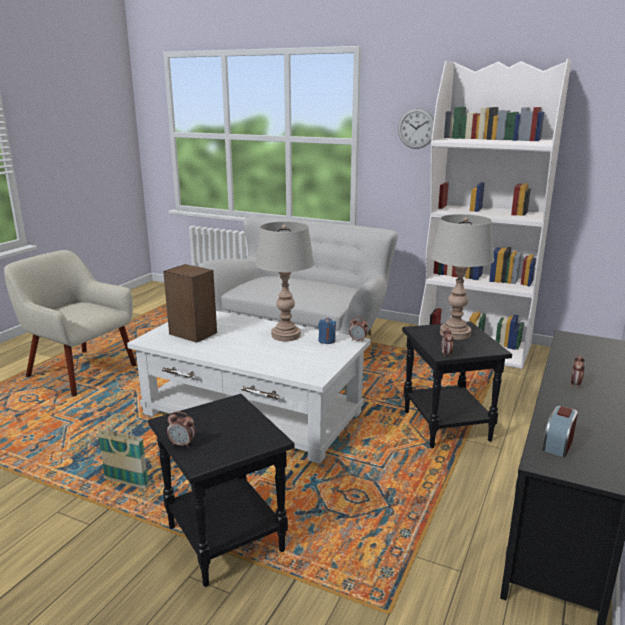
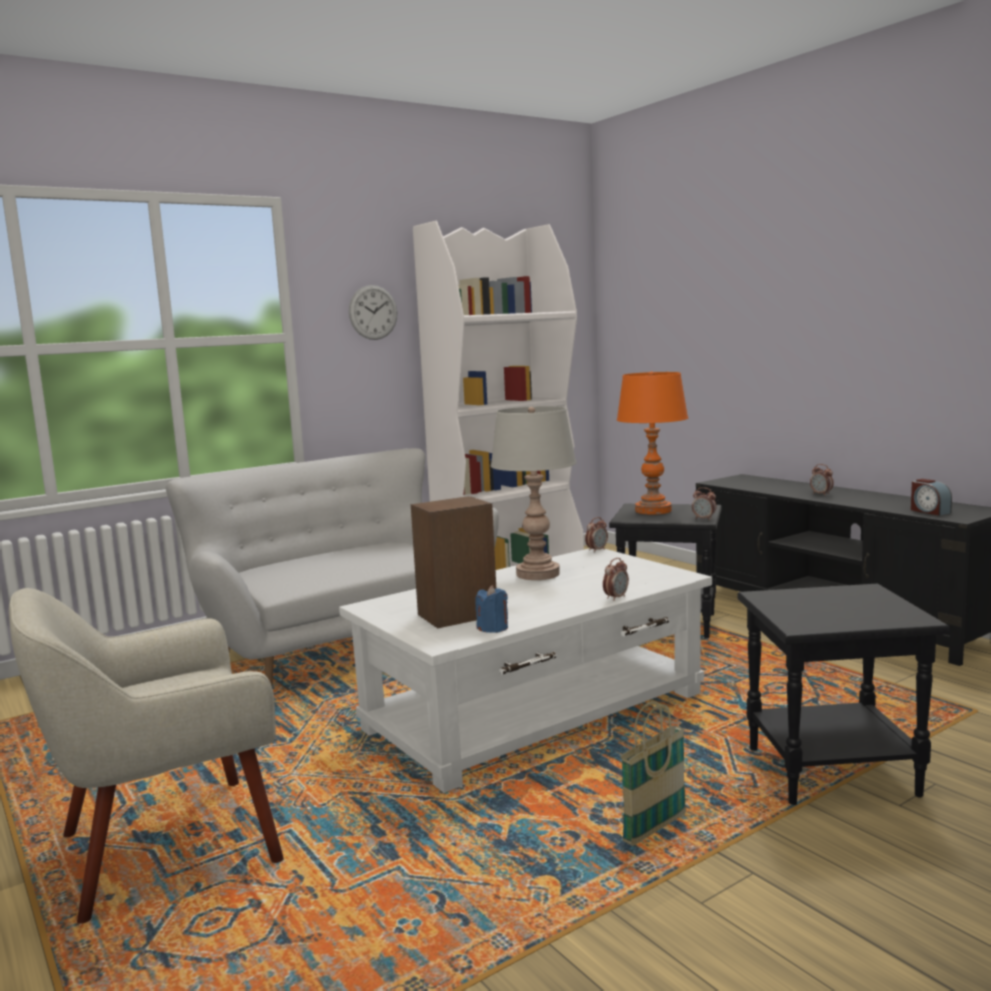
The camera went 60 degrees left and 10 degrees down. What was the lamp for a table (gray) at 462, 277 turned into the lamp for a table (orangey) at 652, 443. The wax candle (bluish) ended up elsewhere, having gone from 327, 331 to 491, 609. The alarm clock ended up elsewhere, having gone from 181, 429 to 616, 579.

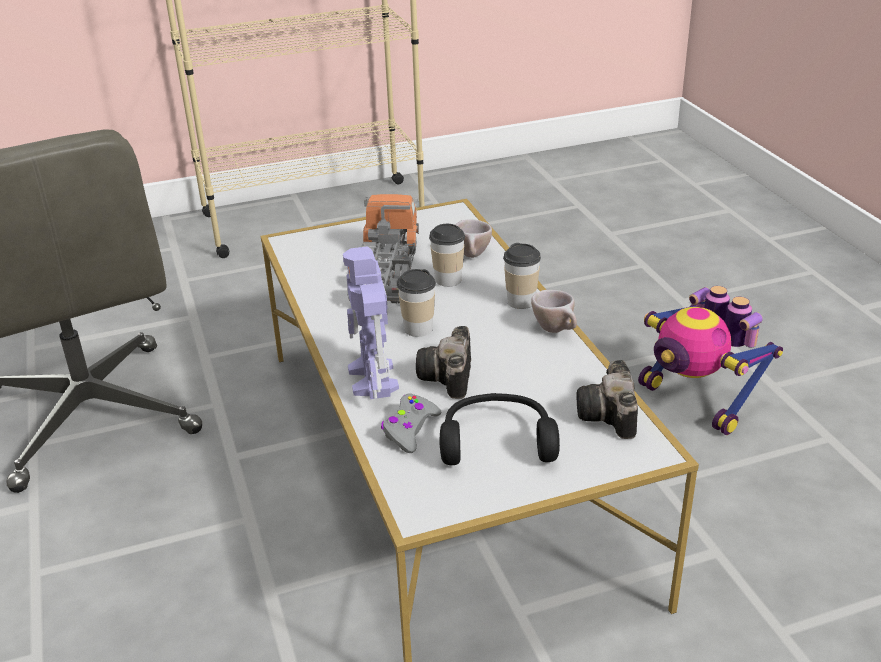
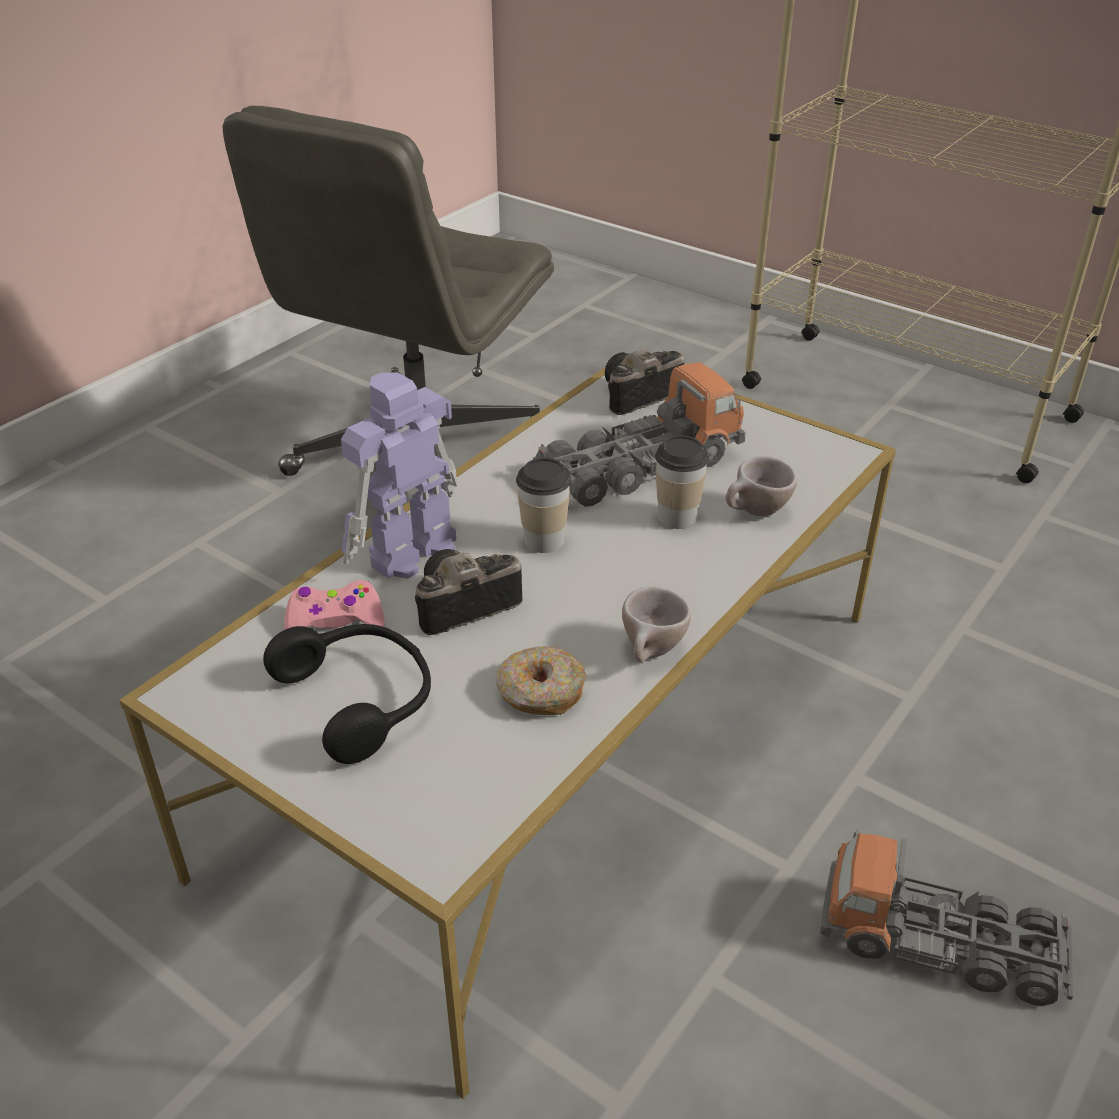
The camera went 55 degrees right and 5 degrees up. The second view lost the small cup at 522, 276. Where the model robot stood at 710, 360, the toy lorry came to stand at 946, 917. The still camera ended up elsewhere, having gone from 607, 399 to 645, 382. What was the joypad (gray) at 411, 423 turned into the joypad (pink-coloured) at 334, 605. The second view gained the donut at 541, 680.

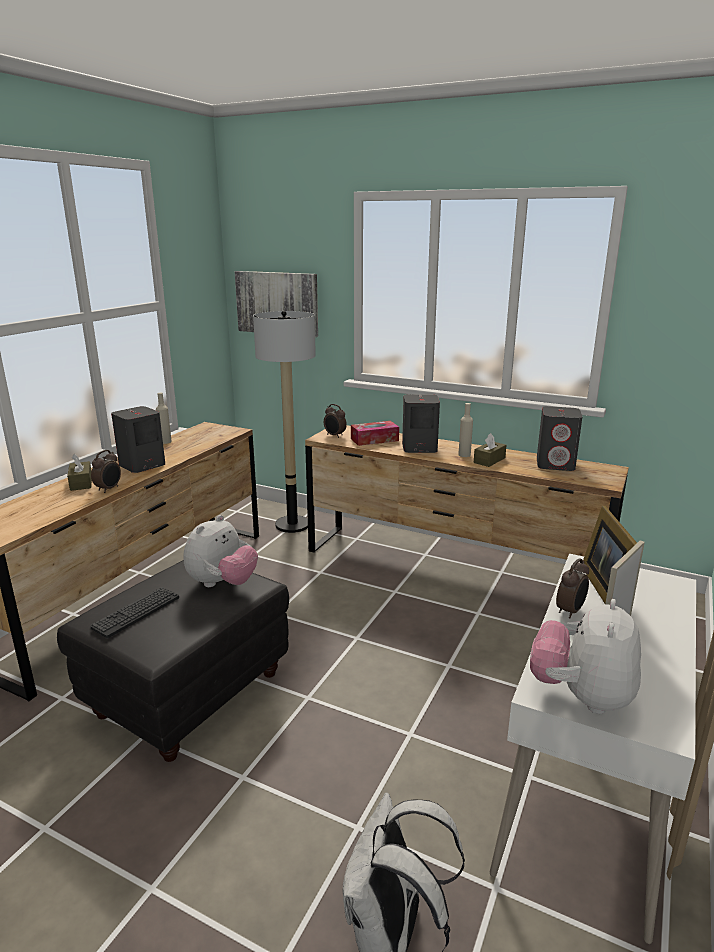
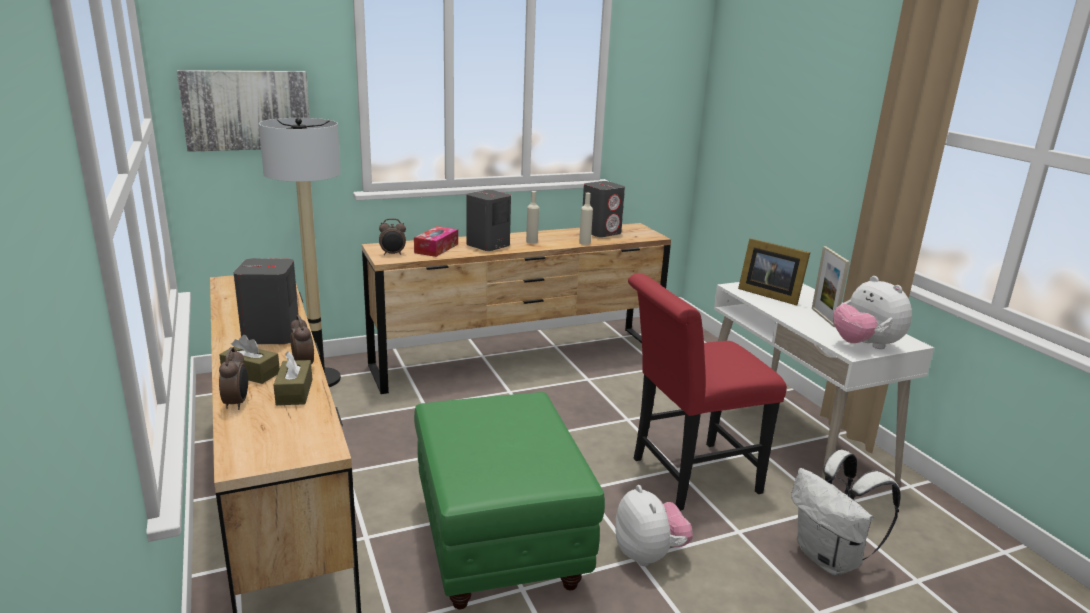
The camera went 50 degrees left and 0 degrees up. The beverage bottle (beige) ended up elsewhere, having gone from 164, 418 to 586, 219. The tissue box (brown) ended up elsewhere, having gone from 490, 450 to 293, 378. The cuddly toy ended up elsewhere, having gone from 220, 551 to 654, 525. The alarm clock ended up elsewhere, having gone from 572, 588 to 233, 378. What was the pouffe (blackish) at 173, 661 turned into the pouffe (green) at 509, 500. The second view lost the computer keyboard at 134, 612. The second view gained the upright chair (reddish) at 707, 392.

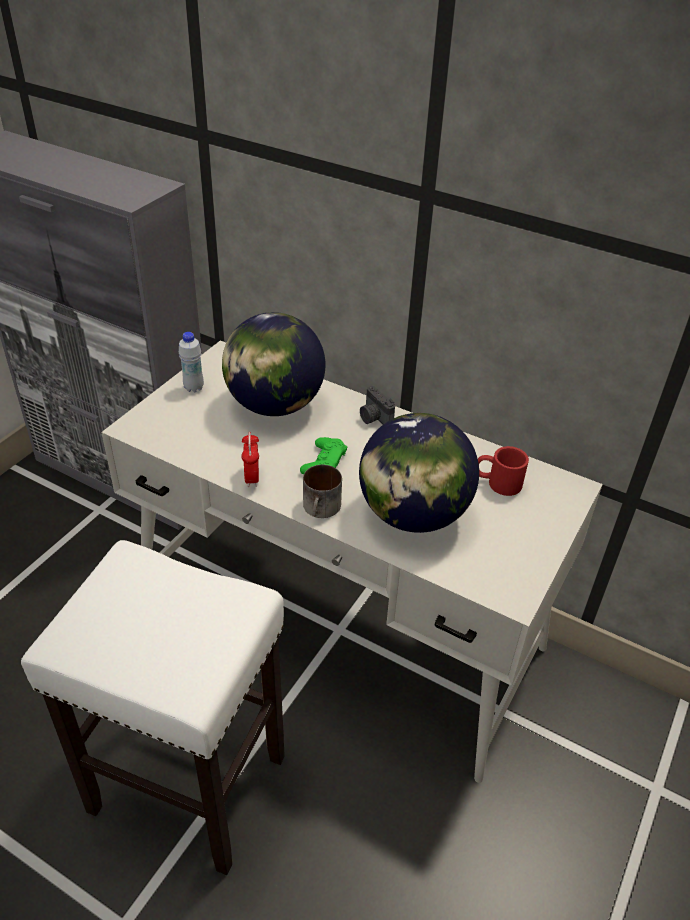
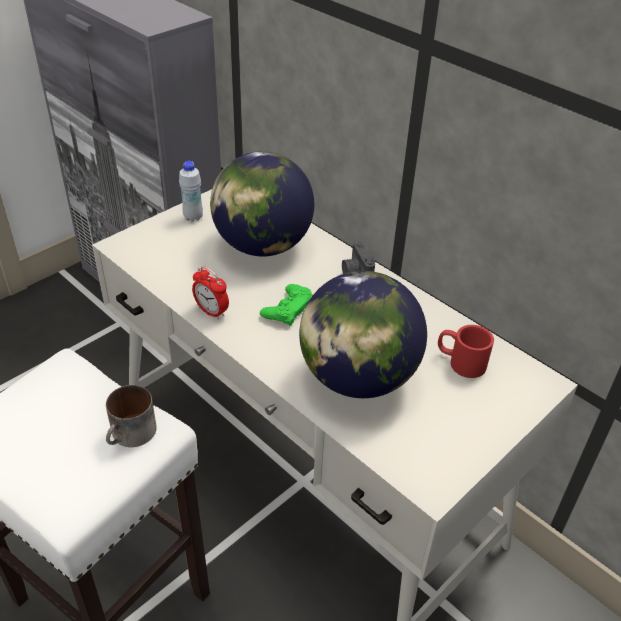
The camera went 15 degrees right and 0 degrees up. The alarm clock at 250, 459 ended up facing another way, 60 degrees counterclockwise from before. The mug ended up elsewhere, having gone from 322, 491 to 131, 416.

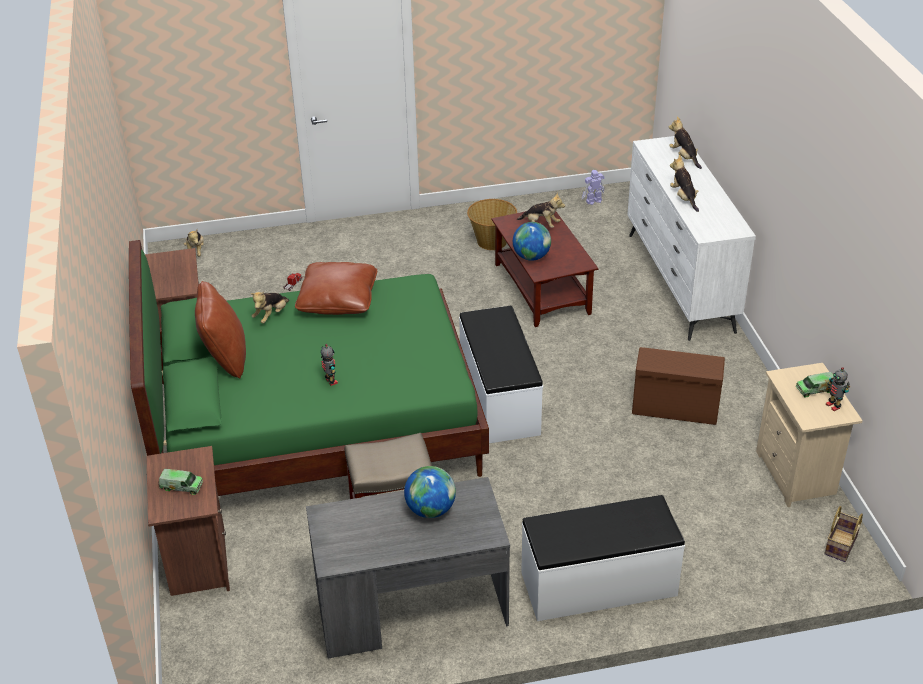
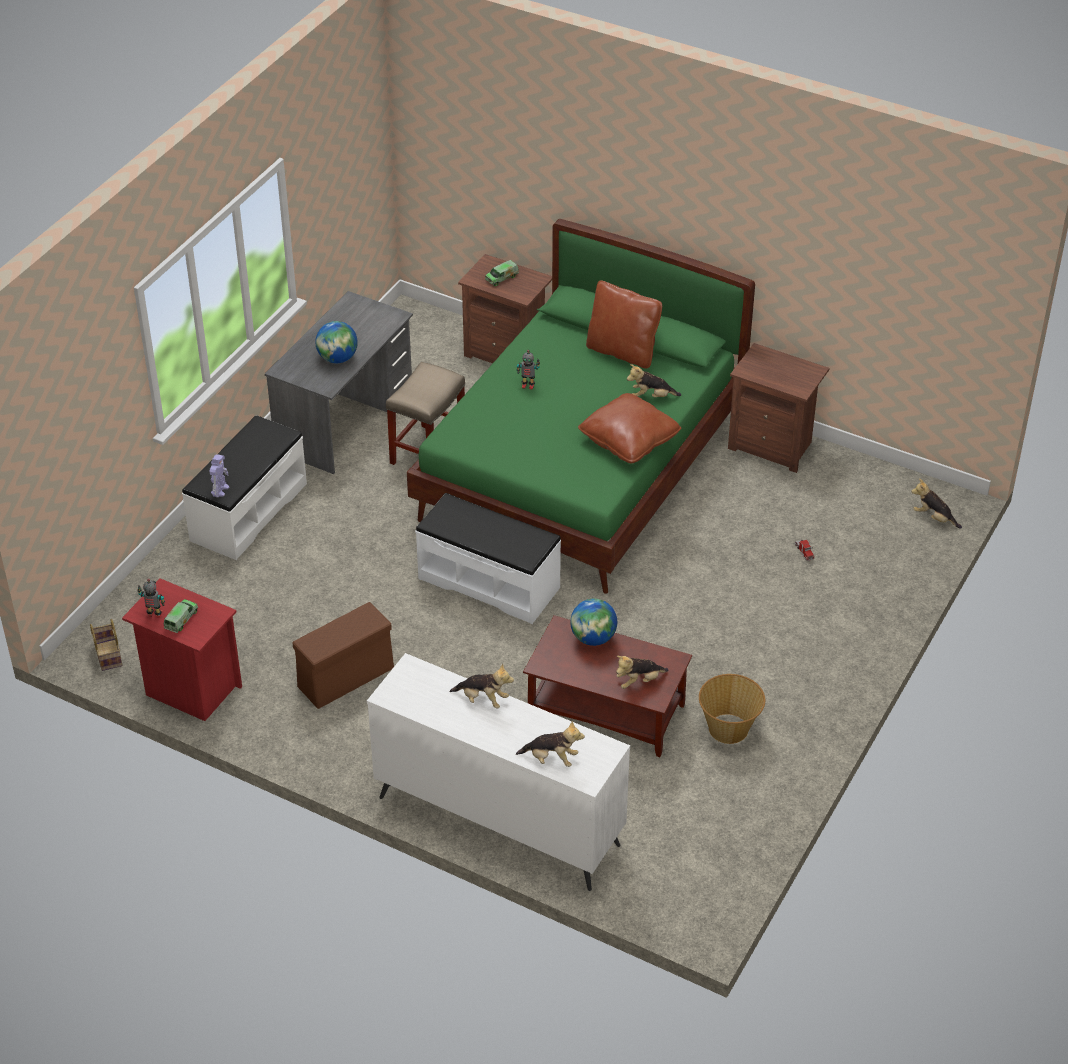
The camera went 130 degrees right and 5 degrees up. The model robot ended up elsewhere, having gone from 593, 187 to 219, 475. The cuddly toy at 270, 307 ended up facing another way, 75 degrees counterclockwise from before. What was the bedside table (beige) at 809, 435 turned into the bedside table (reddish) at 182, 649.

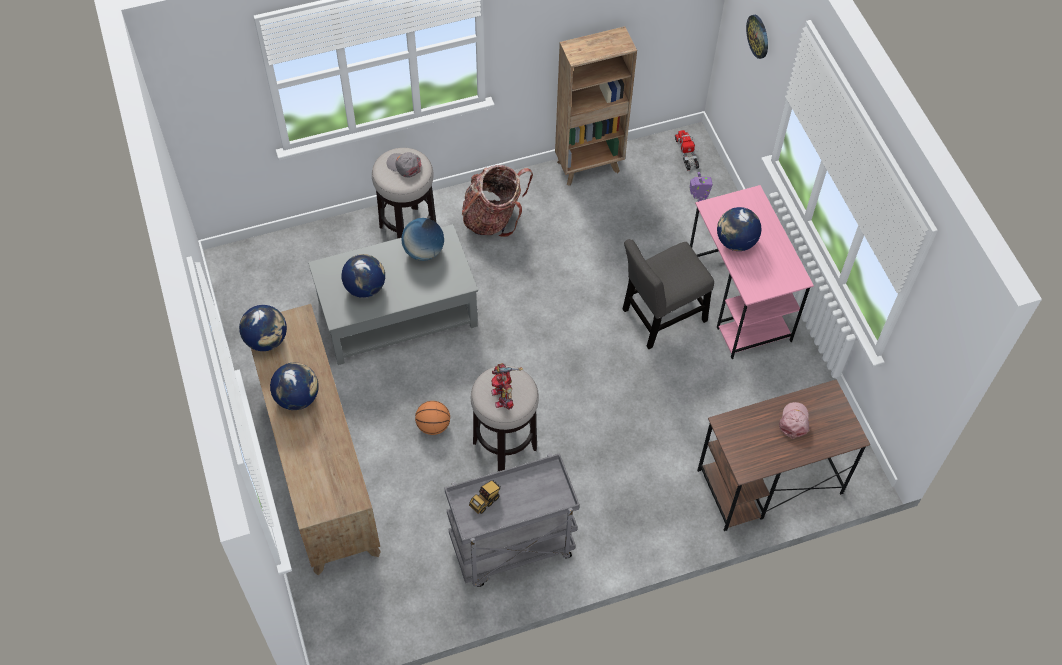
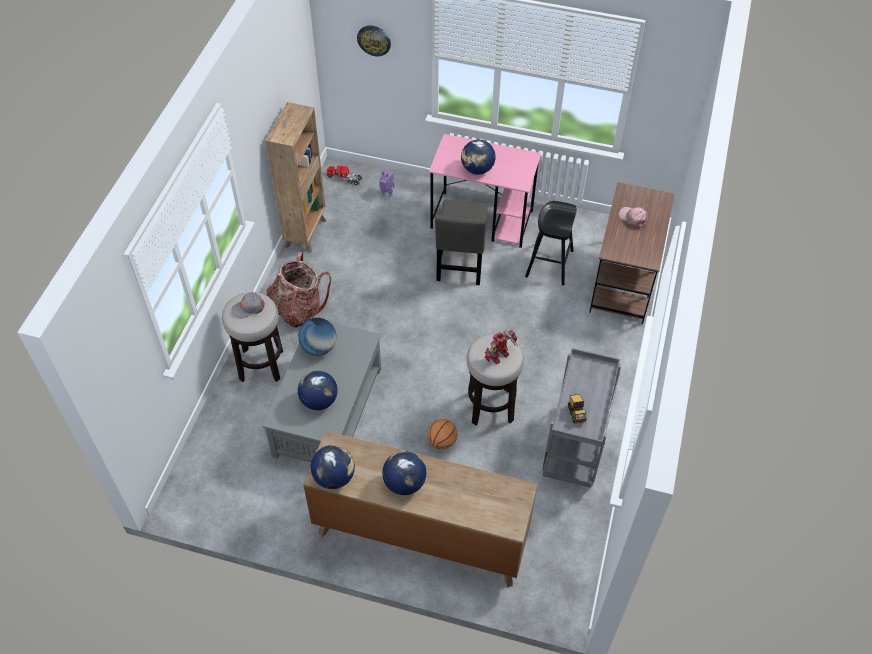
The camera went 55 degrees left and 5 degrees down. The model robot at 507, 386 ended up facing another way, 120 degrees clockwise from before. The second view gained the stool (blackish) at 551, 243.

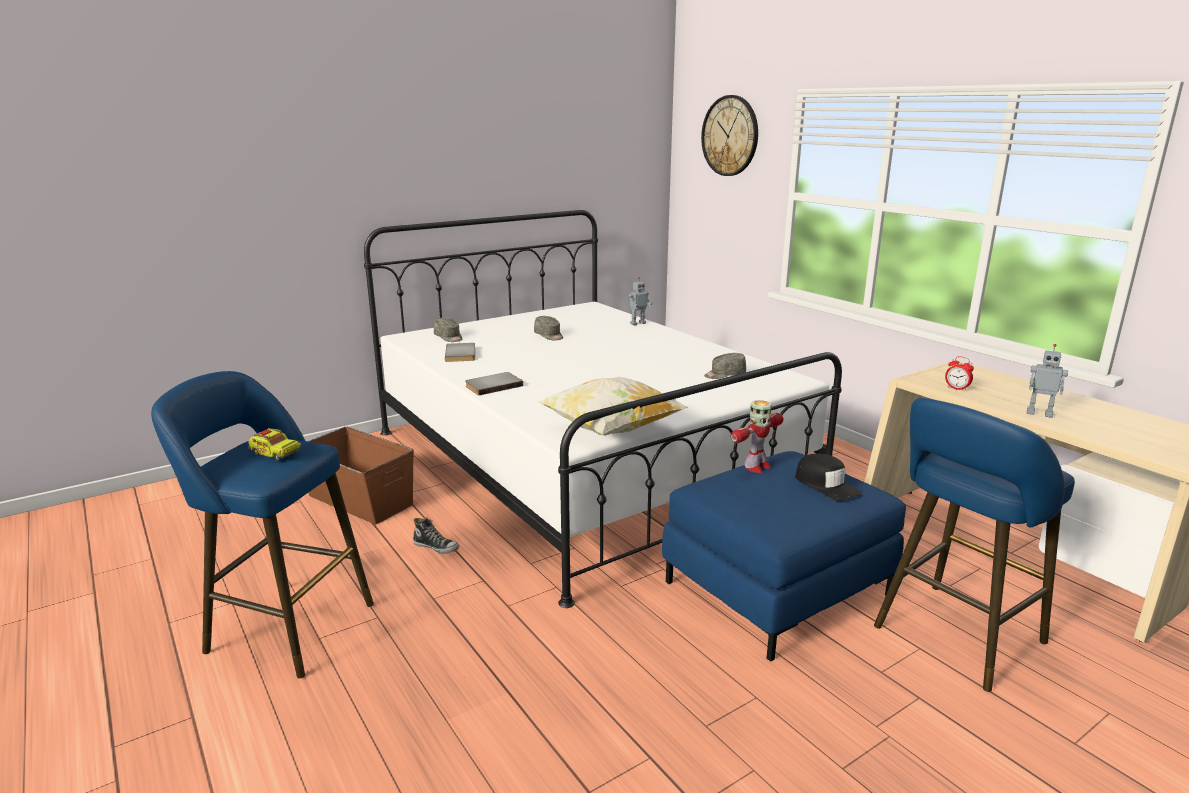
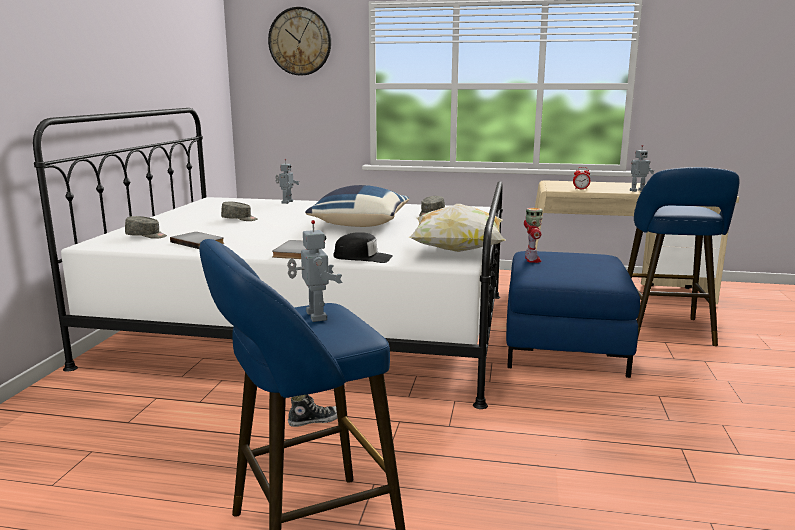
The camera went 45 degrees left and 5 degrees down. The second view lost the storage container (brown) at 361, 475. Where the toy lorry stood at 274, 444, the model robot came to stand at 314, 271. The baseball cap (blackish) ended up elsewhere, having gone from 828, 478 to 363, 247. The second view gained the throw pillow (bluish) at 357, 206.

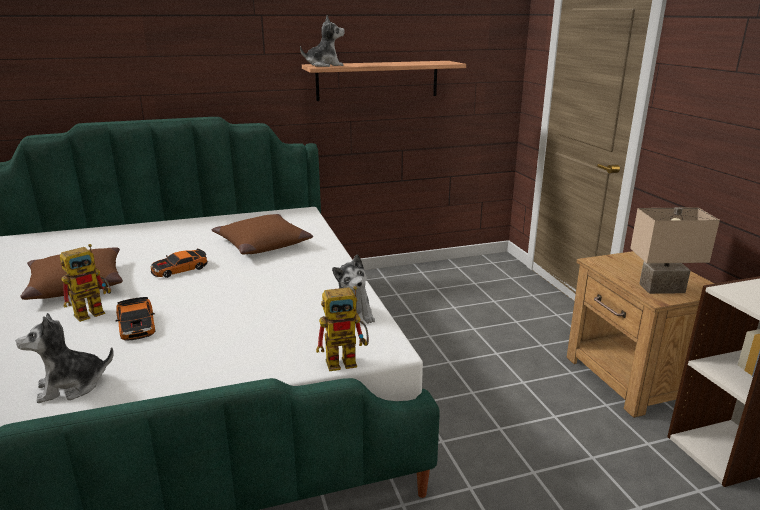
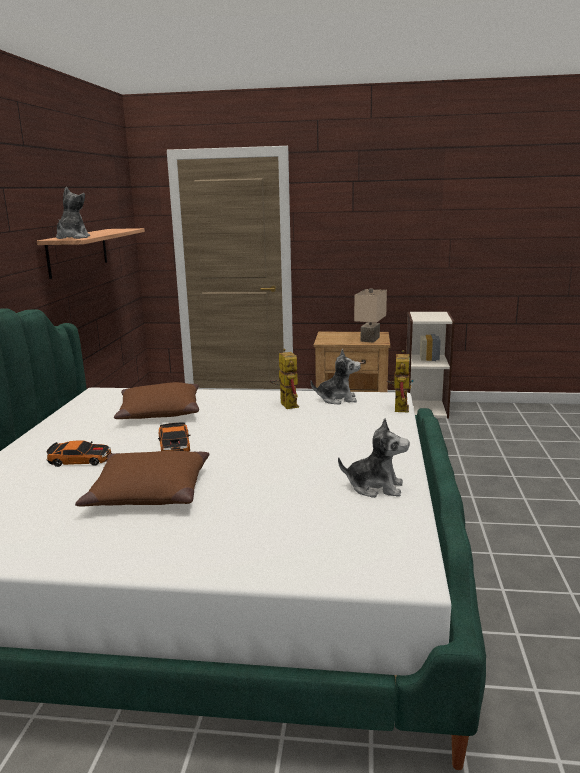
The camera went 65 degrees left and 5 degrees down. The model robot ended up elsewhere, having gone from 85, 283 to 284, 378. The toy car ended up elsewhere, having gone from 135, 319 to 79, 454. The cuddly toy at 65, 358 ended up facing another way, 75 degrees counterclockwise from before.

